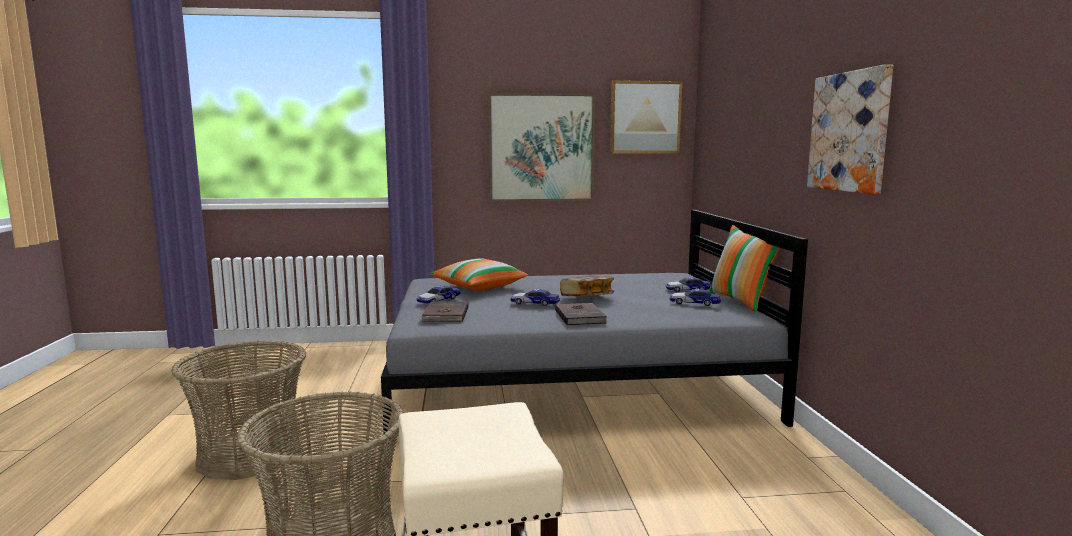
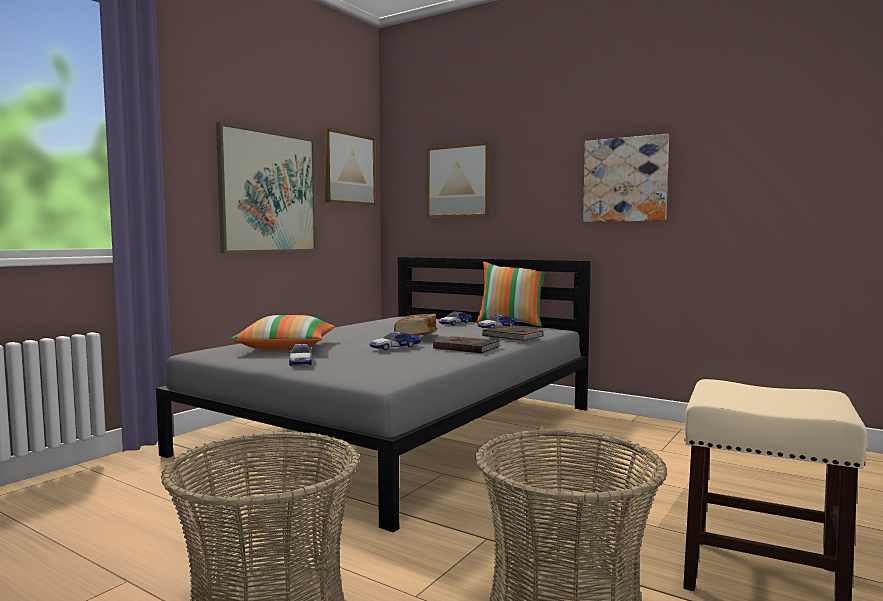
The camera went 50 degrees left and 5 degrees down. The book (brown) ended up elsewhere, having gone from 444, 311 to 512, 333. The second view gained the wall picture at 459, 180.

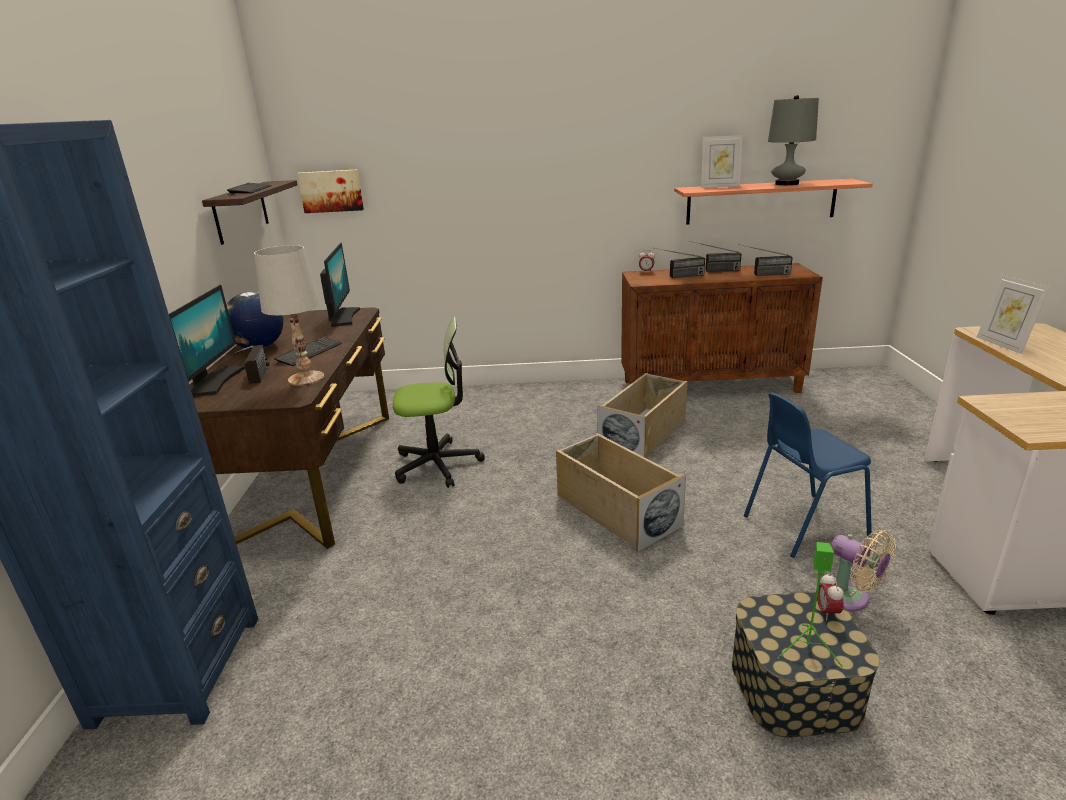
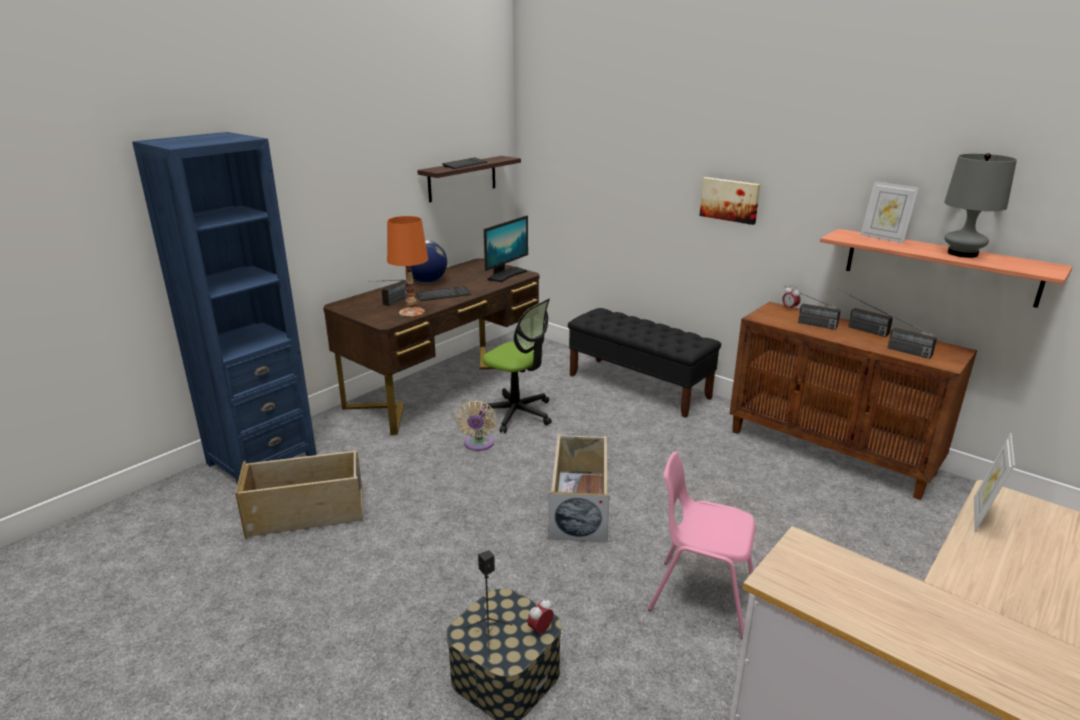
The camera went 40 degrees right and 0 degrees up. The wall picture ended up elsewhere, having gone from 330, 191 to 730, 201. What was the lamp for a table (white-coloured) at 289, 315 turned into the lamp for a table (orangey) at 407, 266. The second view lost the computer screen at 207, 341. The storage container (beige) ended up elsewhere, having gone from 642, 415 to 299, 494. What was the upright chair (bluish) at 808, 475 turned into the upright chair (pink-coloured) at 702, 545. The fan (beige) ended up elsewhere, having gone from 858, 571 to 476, 426. What was the speaker (green) at 810, 604 turned into the speaker (blackish) at 488, 605. The second view gained the indoor bench (blackish) at 644, 363.

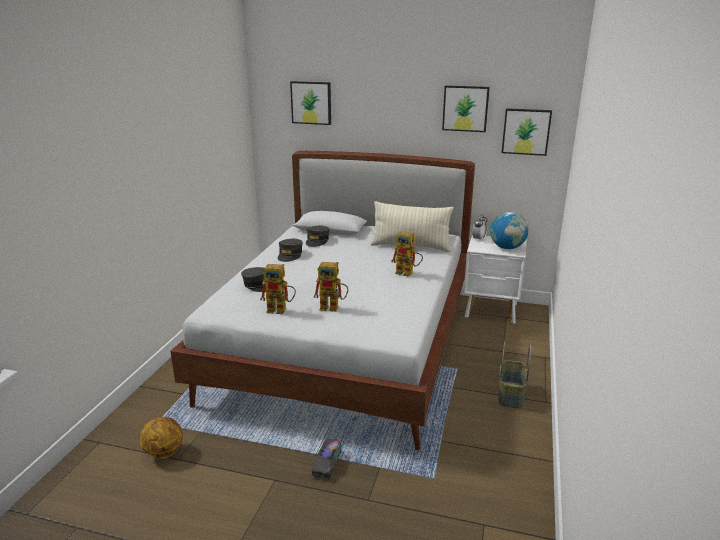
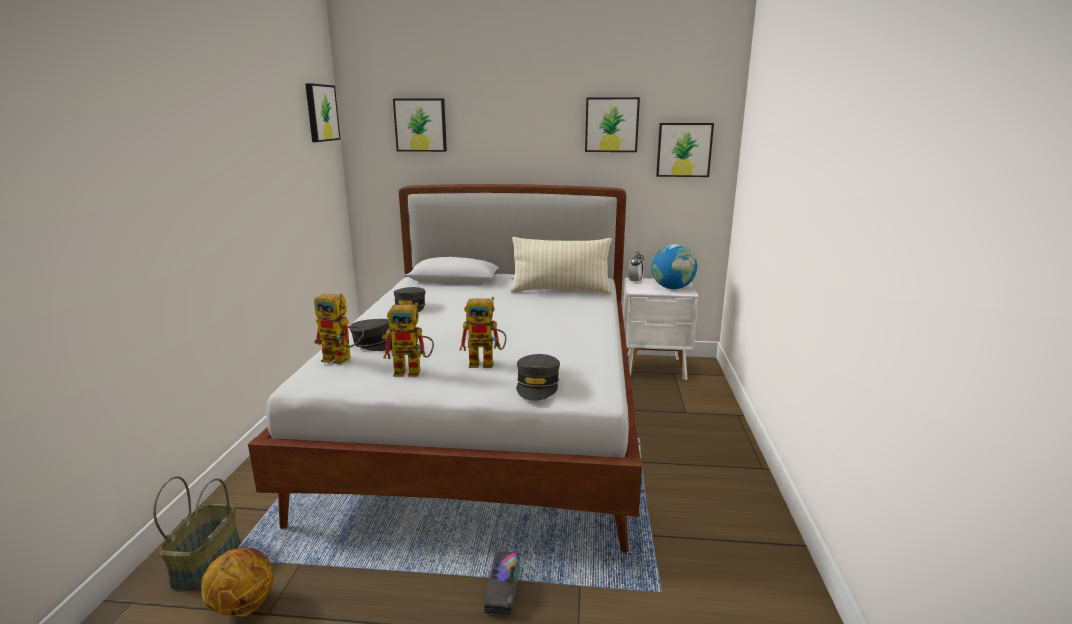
The camera went 10 degrees left and 5 degrees down. The baseball cap (gray) ended up elsewhere, having gone from 317, 236 to 538, 377. The model robot ended up elsewhere, having gone from 407, 254 to 339, 329. The household basket ended up elsewhere, having gone from 514, 375 to 196, 533. The second view gained the wall picture at 323, 112.

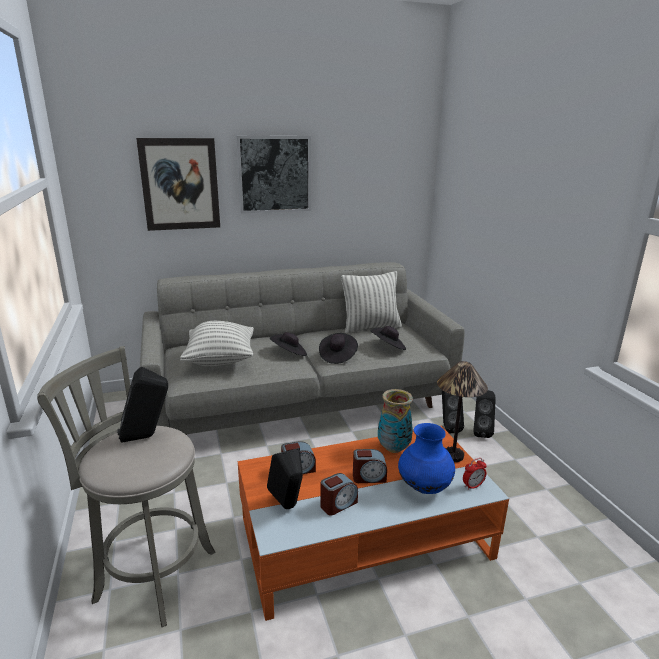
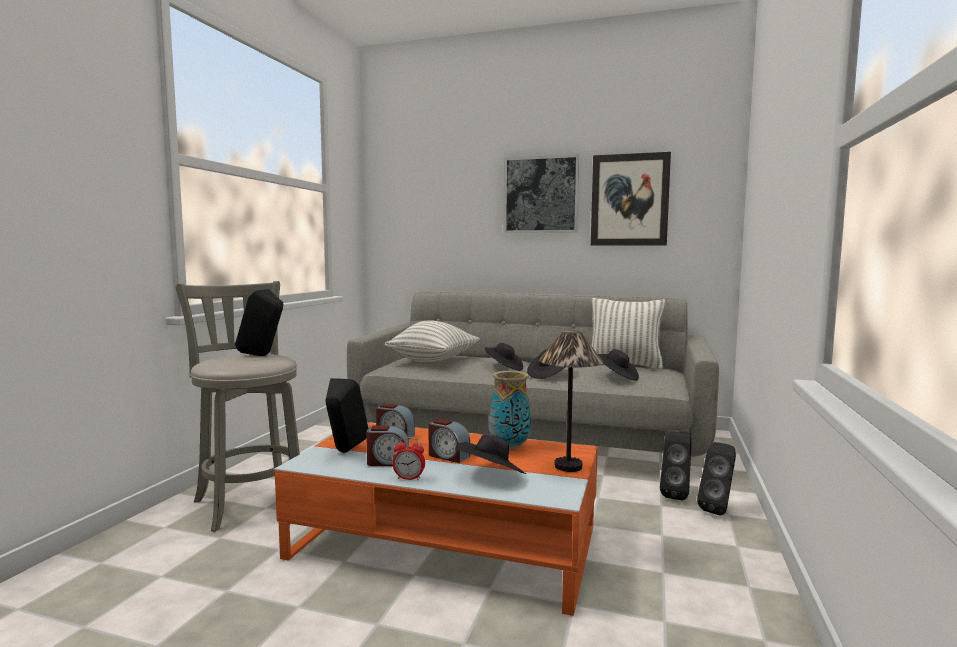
The camera went 35 degrees right and 15 degrees down. The wall picture ended up elsewhere, having gone from 178, 184 to 631, 199. Where the decorative vase (bluish) stood at 426, 458, the hat (blackish) came to stand at 490, 454. The alarm clock ended up elsewhere, having gone from 475, 474 to 409, 459.

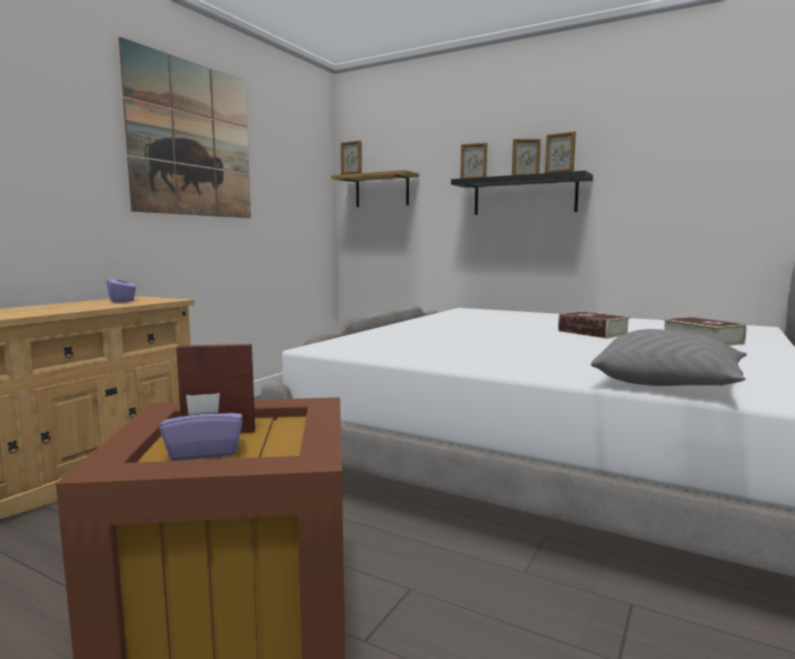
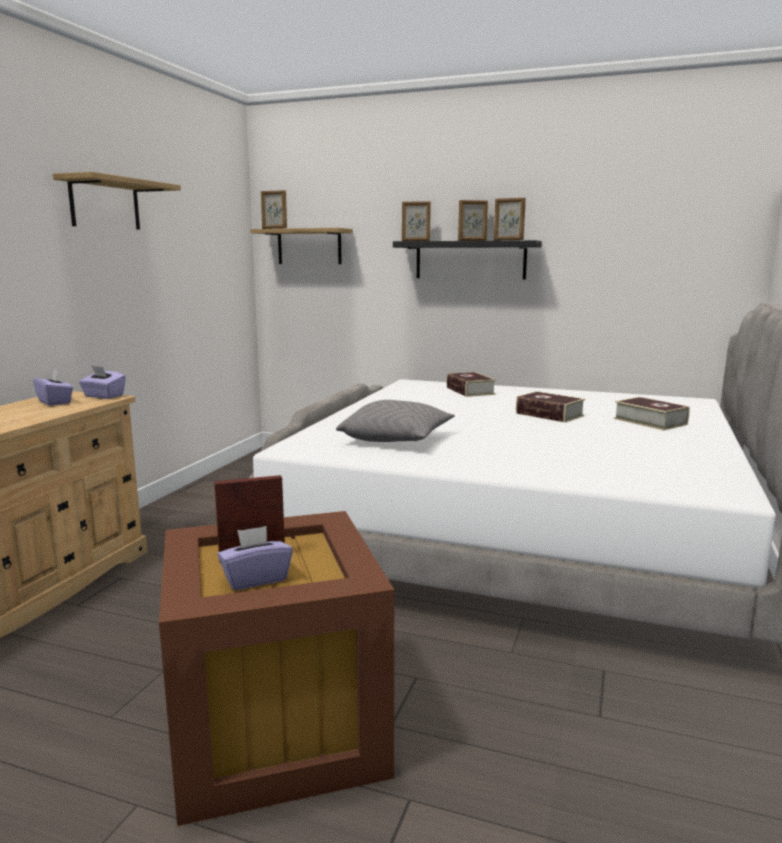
The camera went 10 degrees left and 5 degrees up. Where the wall picture hung at 185, 127, the bracket shelf came to hang at 117, 201. The throw pillow (gray) ended up elsewhere, having gone from 669, 357 to 395, 421. The second view gained the tissue box (purple-coloured) at 102, 382. The second view gained the book at 471, 384.

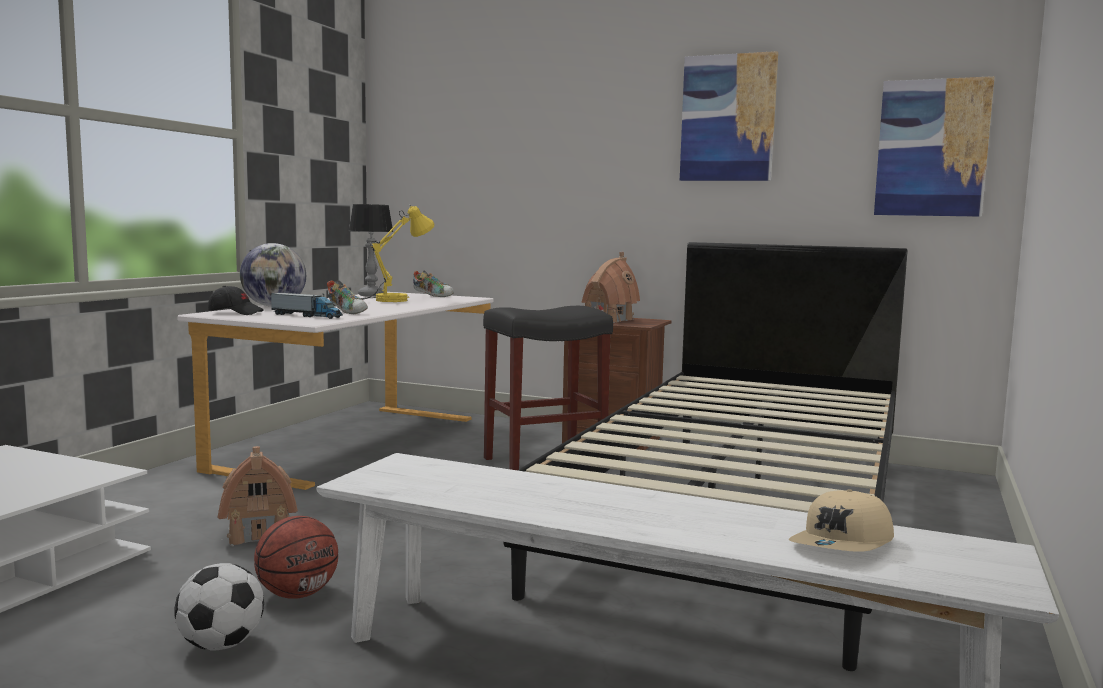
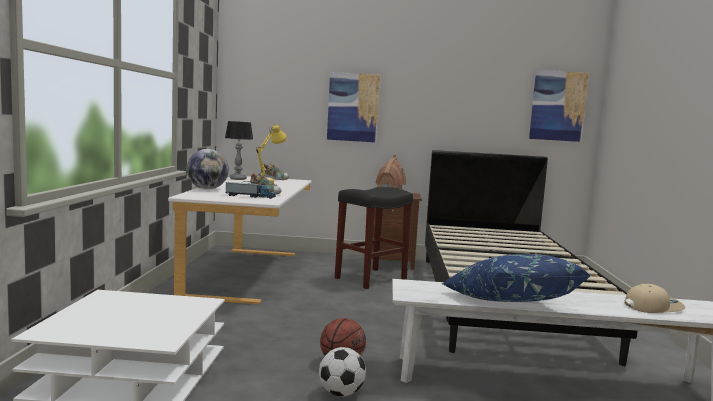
The camera went 20 degrees left and 0 degrees up. The wall picture ended up elsewhere, having gone from 729, 116 to 353, 107. The second view lost the baseball cap (blackish) at 236, 300. The second view lost the model house at 257, 496. The baseball cap (beige) at 841, 520 ended up facing another way, 120 degrees counterclockwise from before. The second view gained the throw pillow (bluish) at 517, 278.

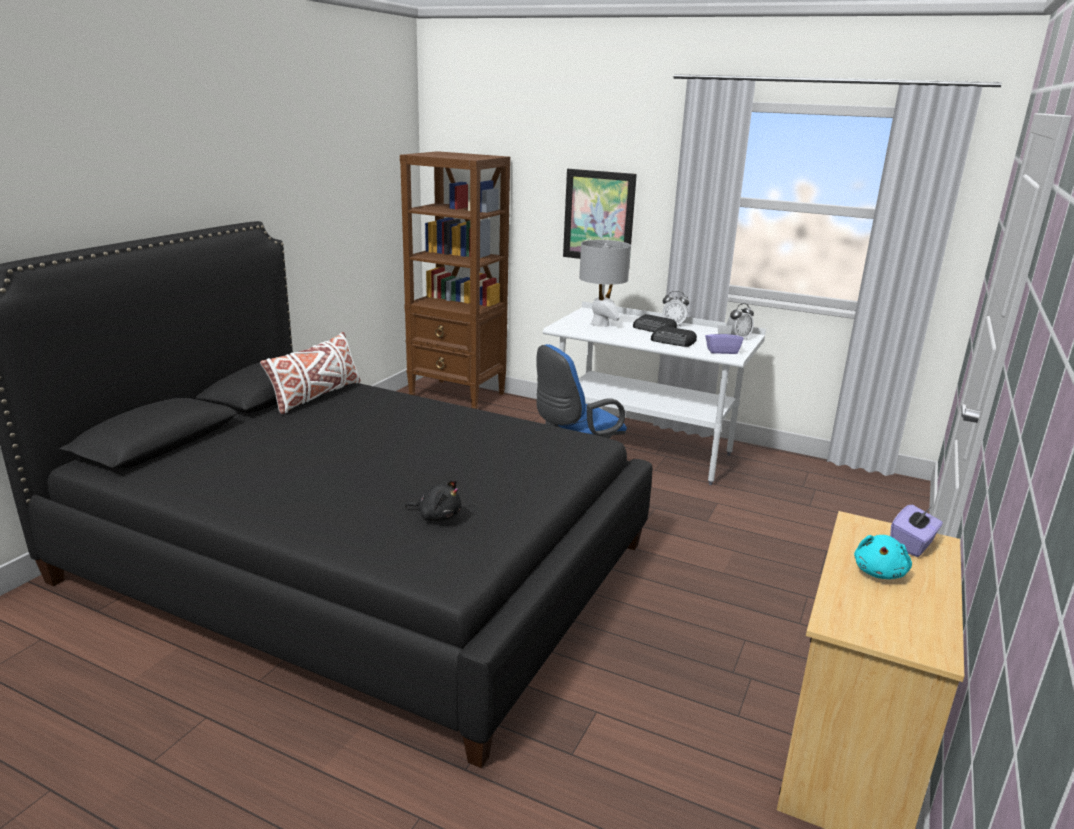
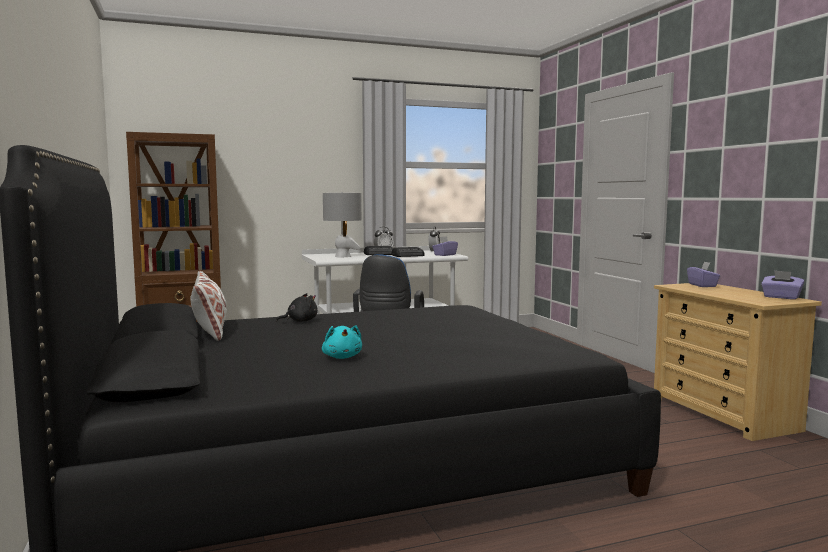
The camera went 45 degrees left and 15 degrees down. The second view lost the wall picture at 600, 217. The cuddly toy (blackish) ended up elsewhere, having gone from 433, 500 to 297, 307. The cuddly toy (turquoise) ended up elsewhere, having gone from 883, 557 to 342, 342. The second view gained the tissue box (purple-coloured) at 783, 284.

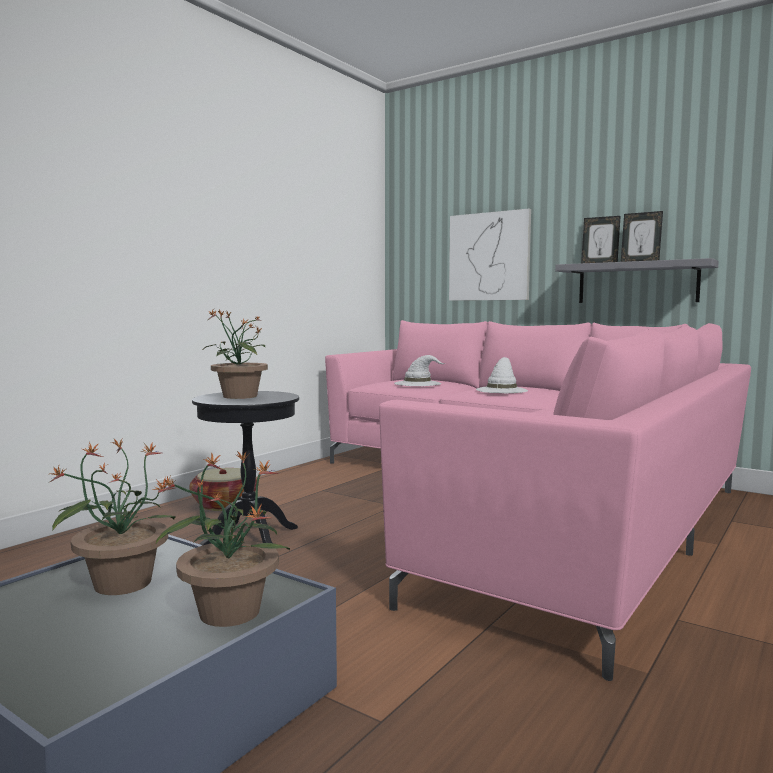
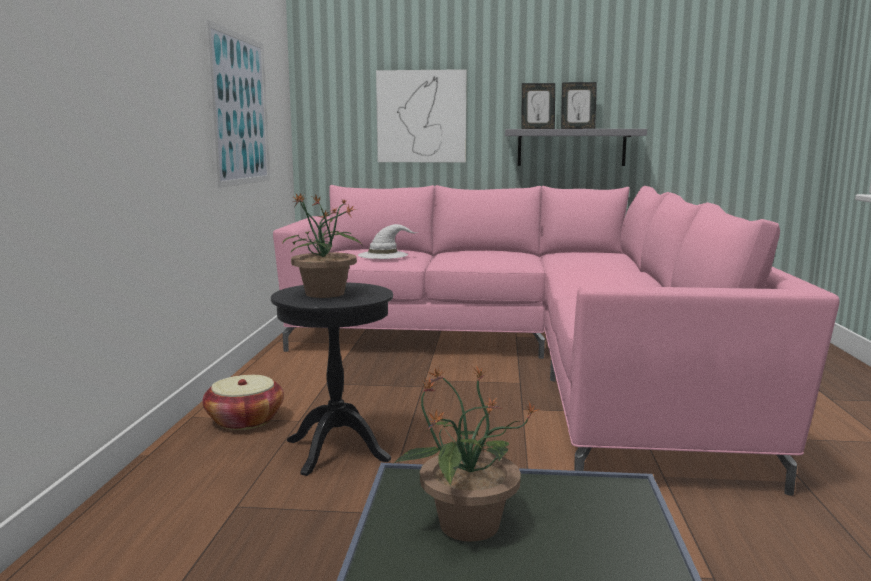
The camera went 30 degrees left and 5 degrees up. The second view lost the hat (white-coloured) at 502, 375. The second view lost the houseplant at 222, 539. The second view gained the wall picture at 237, 104.

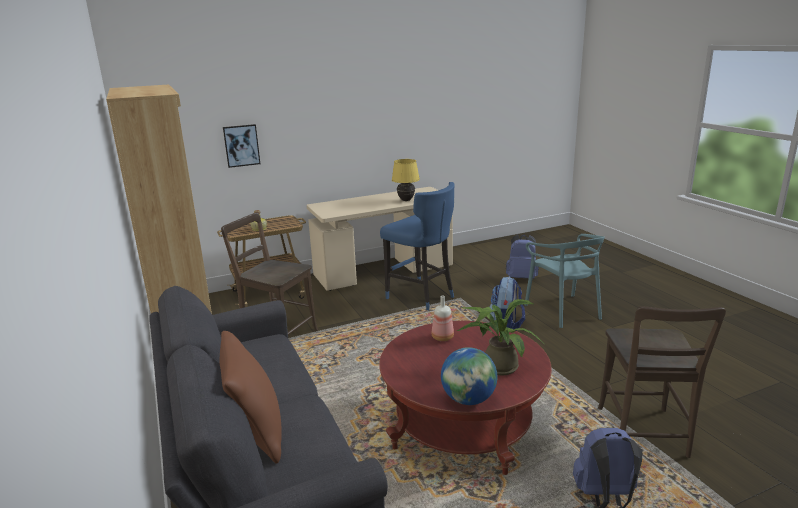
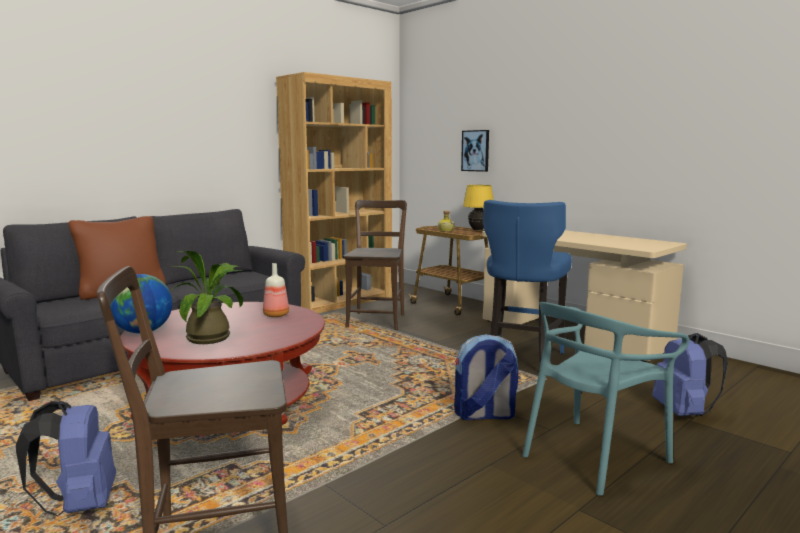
The camera went 70 degrees right and 10 degrees down. The lamp for a table (yellowish) ended up elsewhere, having gone from 406, 180 to 478, 207.

